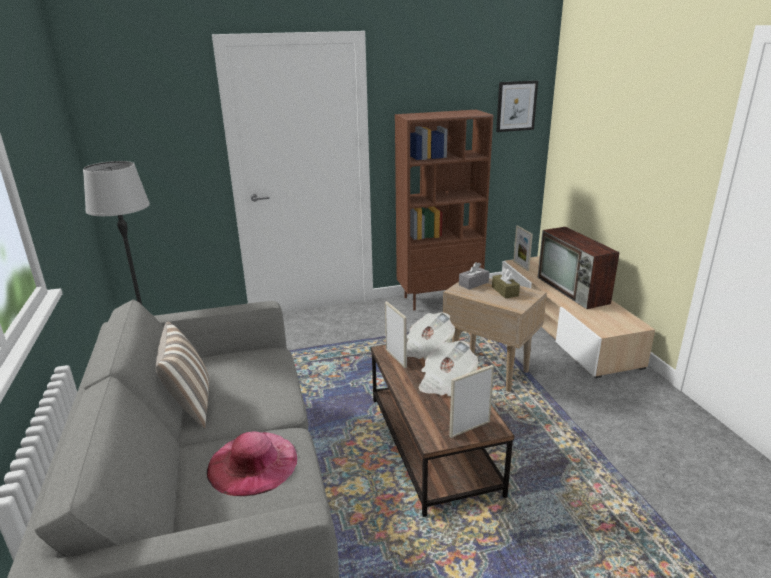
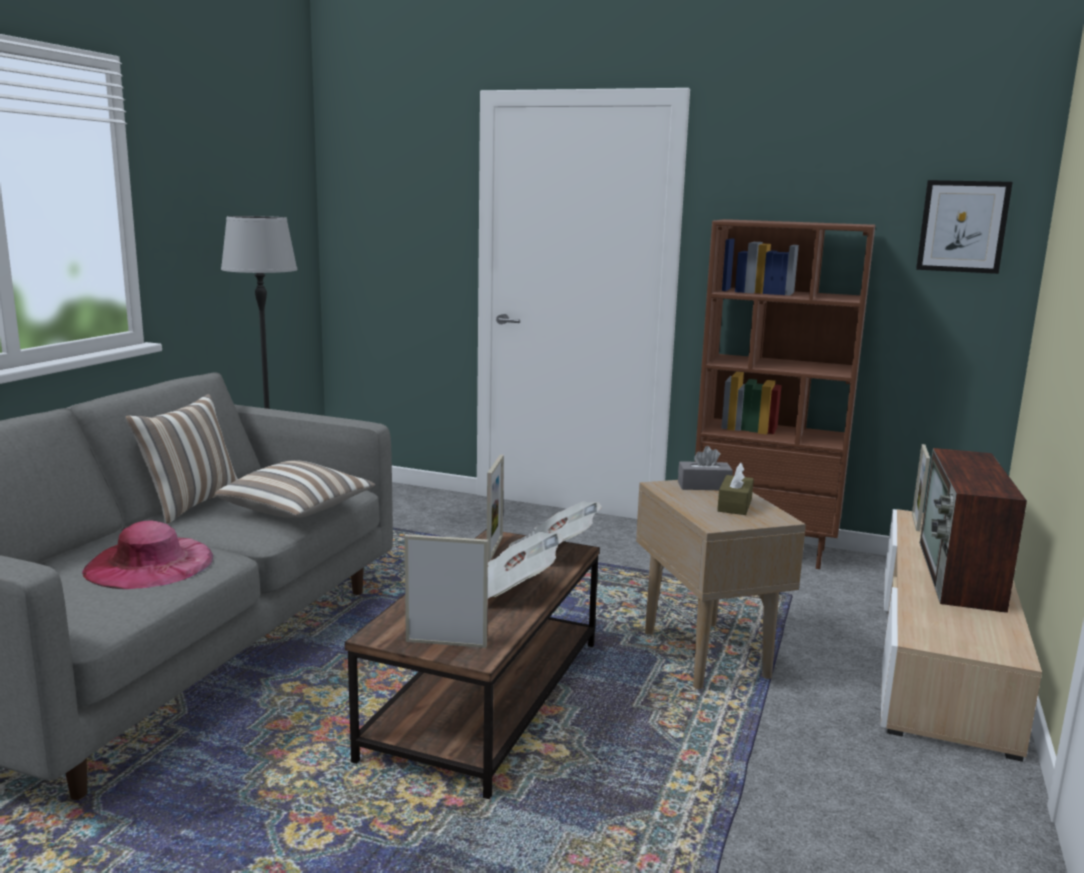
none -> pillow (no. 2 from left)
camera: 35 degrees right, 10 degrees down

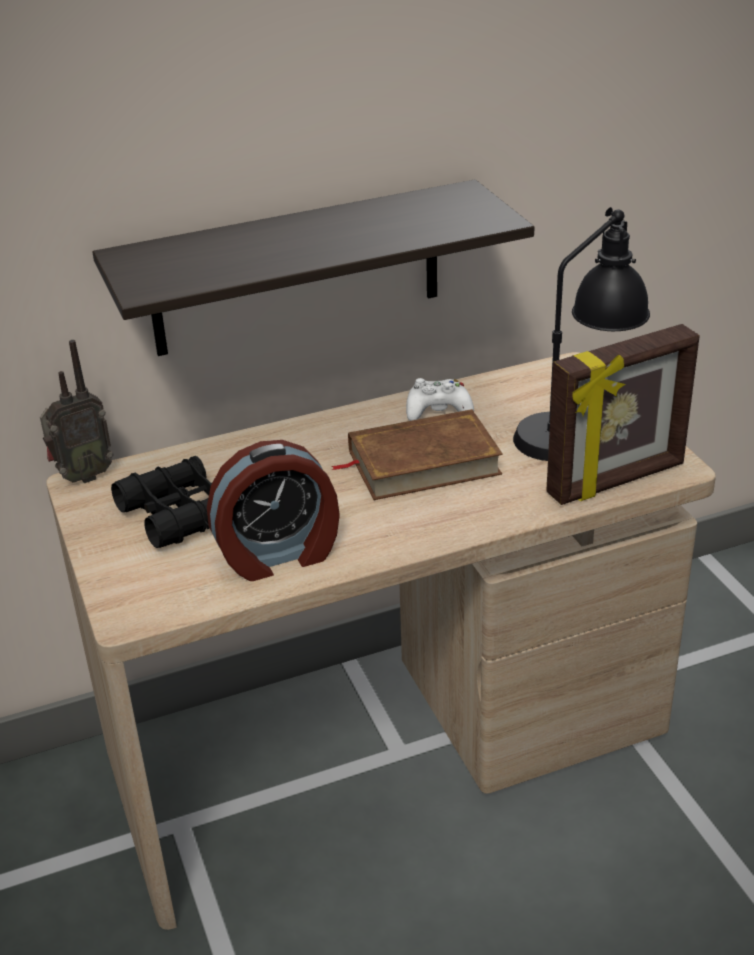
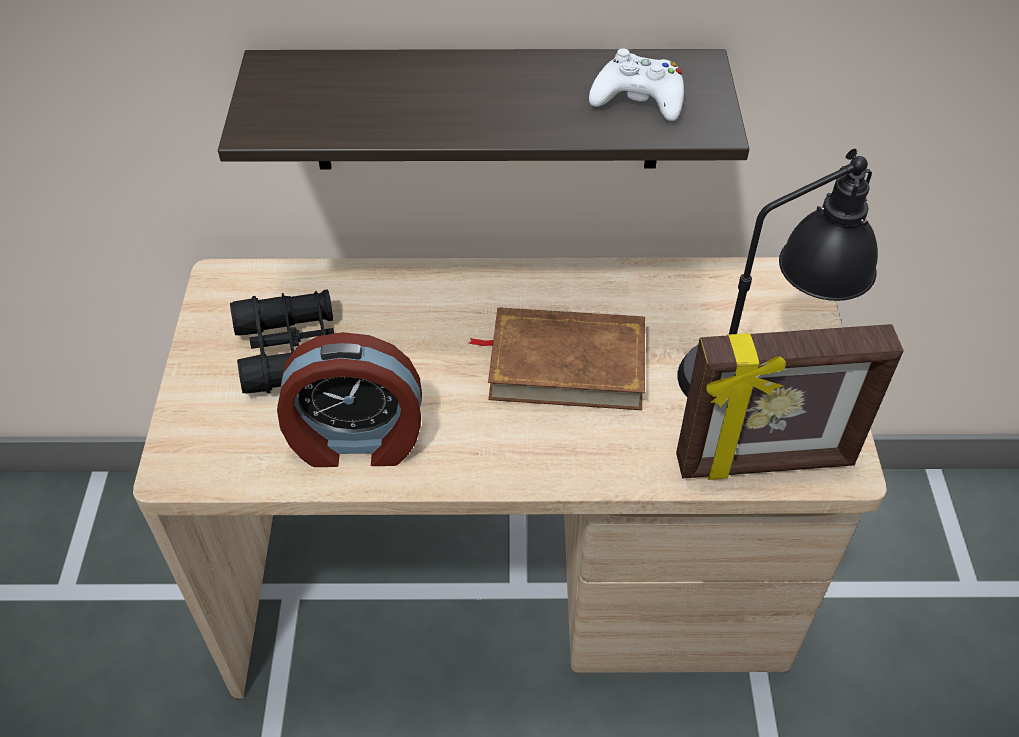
radio -> none
white game controller, shifted
camera: 20 degrees right, 15 degrees up

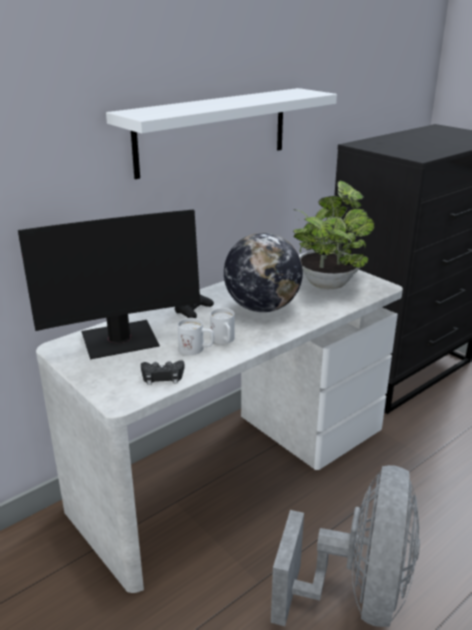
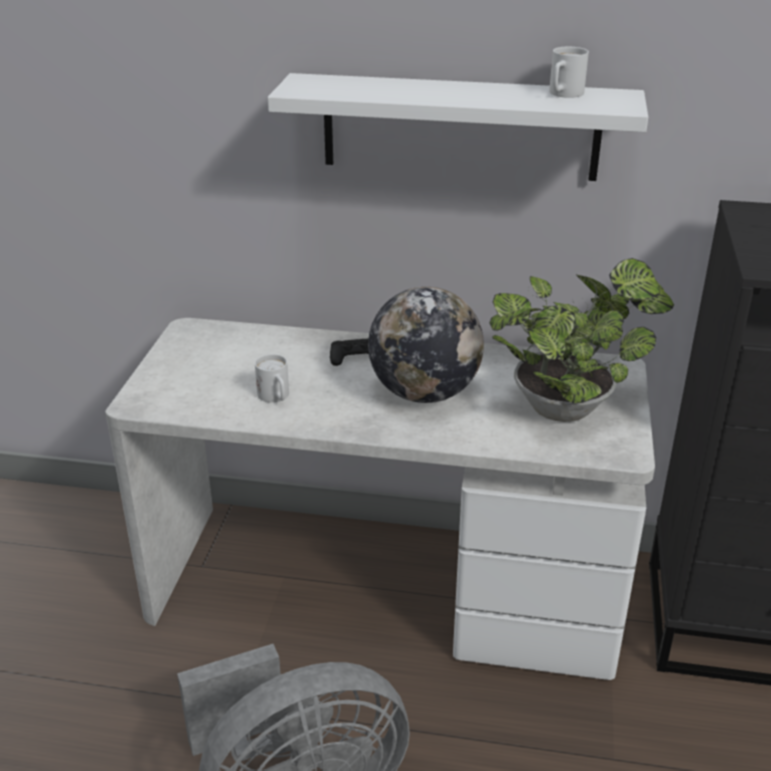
monitor -> none
white mug (no. 2 from left), shifted
black game controller (no. 1 from left) -> none
camera: 50 degrees right, 5 degrees up

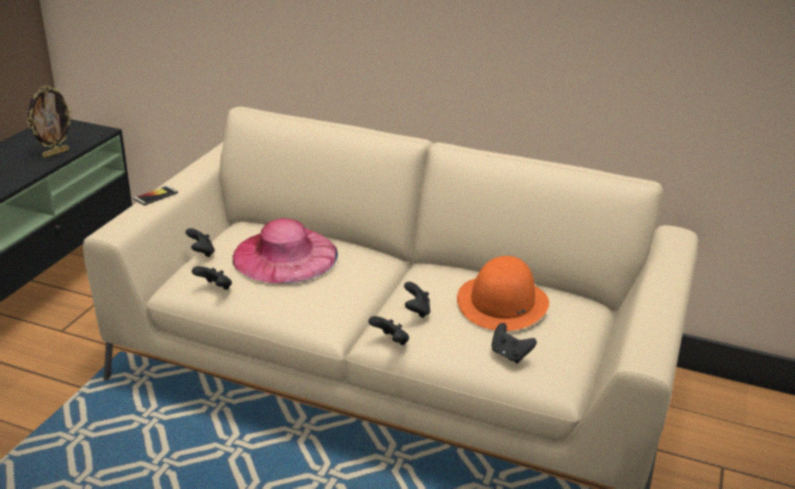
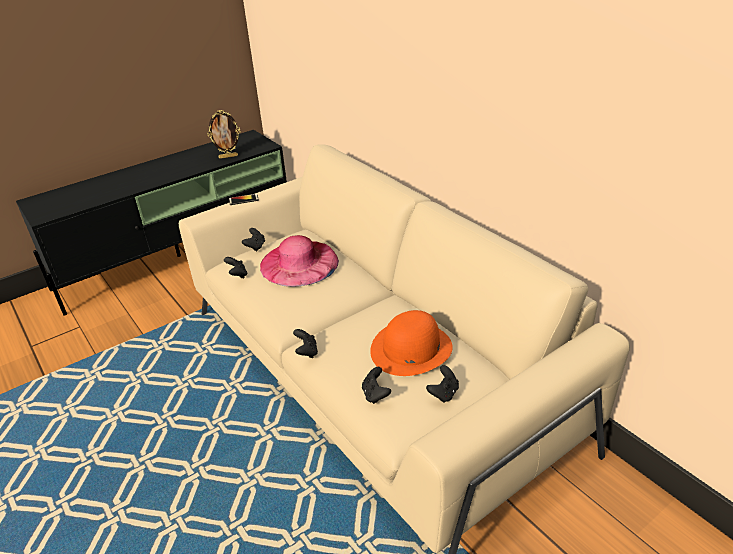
black game controller (no. 4 from left in the first image) -> black game controller (no. 5 from left), shifted
camera: 35 degrees right, 5 degrees up

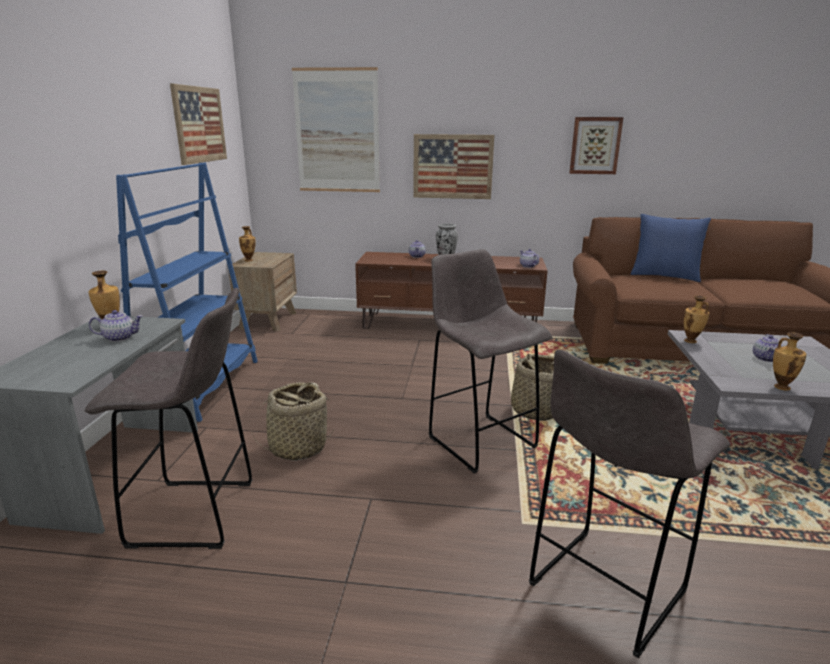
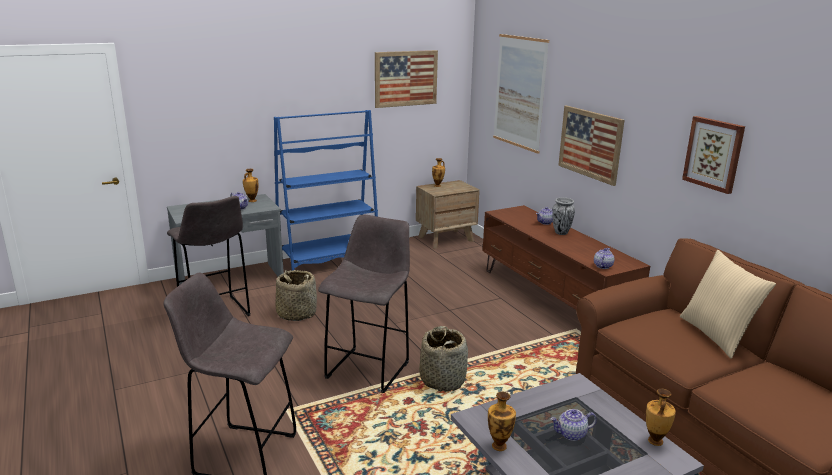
blue pillow -> beige pillow
vase (no. 4 from left in the first image) -> vase (no. 5 from left), shifted
camera: 55 degrees right, 0 degrees up

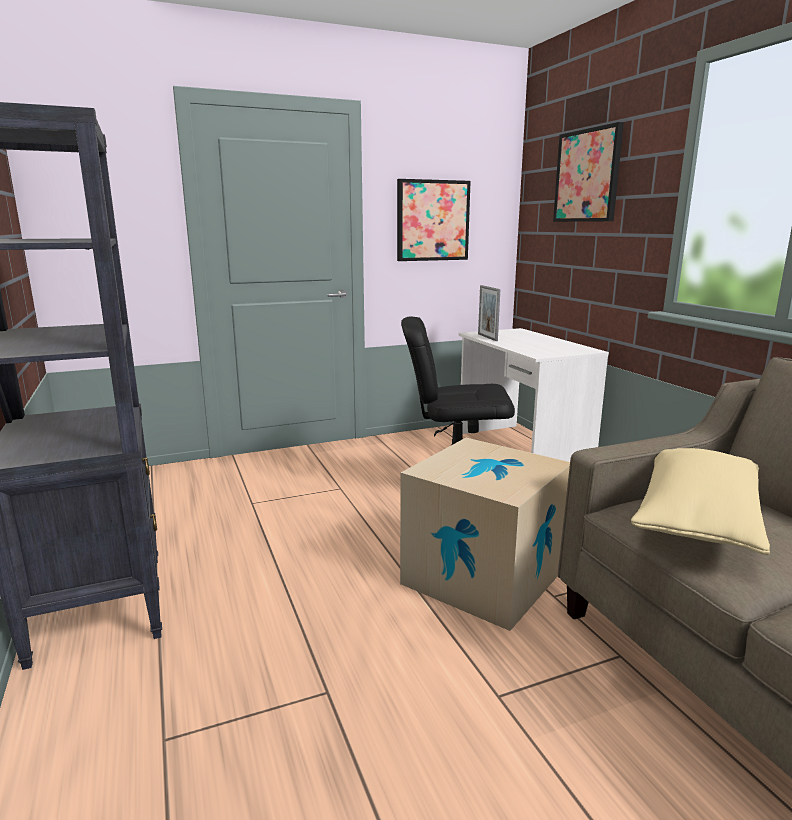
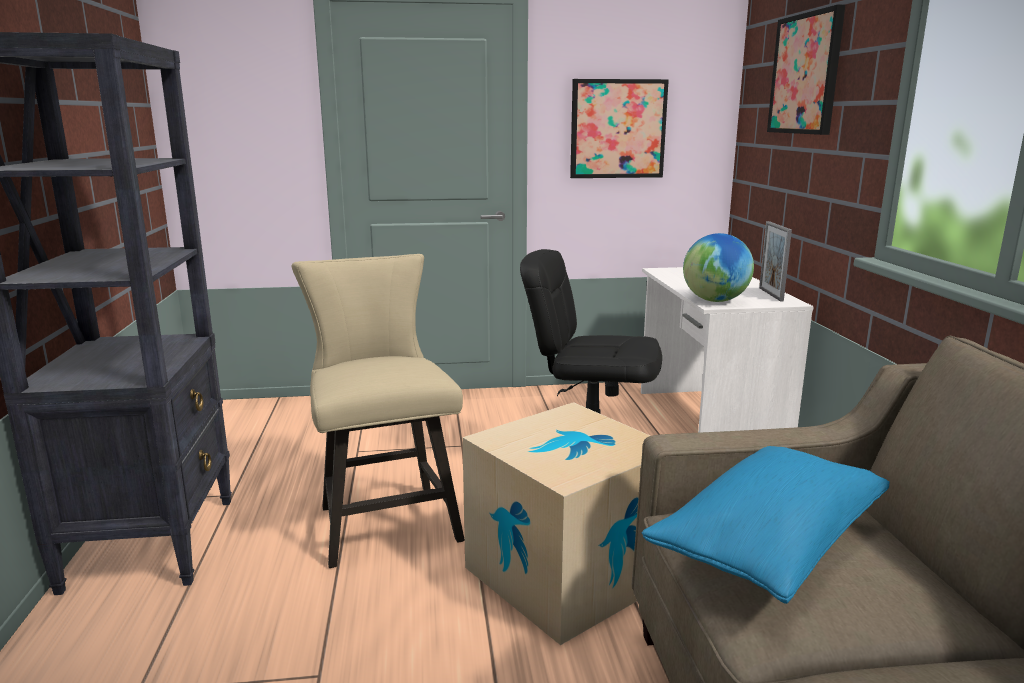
picture frame, shifted
beige pillow -> blue pillow
none -> globe
none -> beige chair
camera: 15 degrees right, 0 degrees up

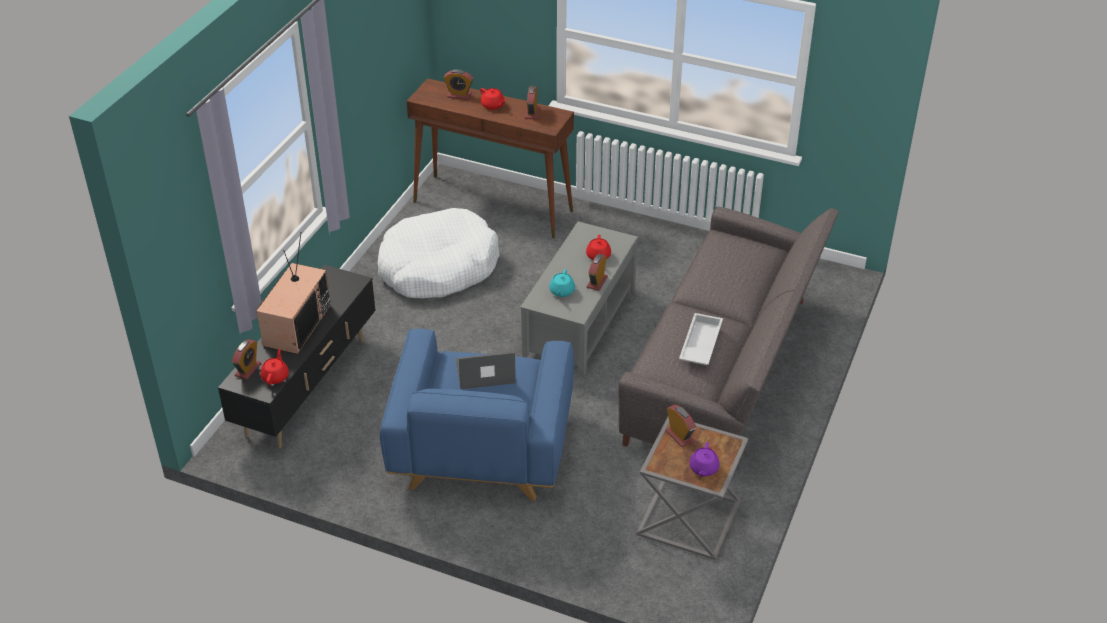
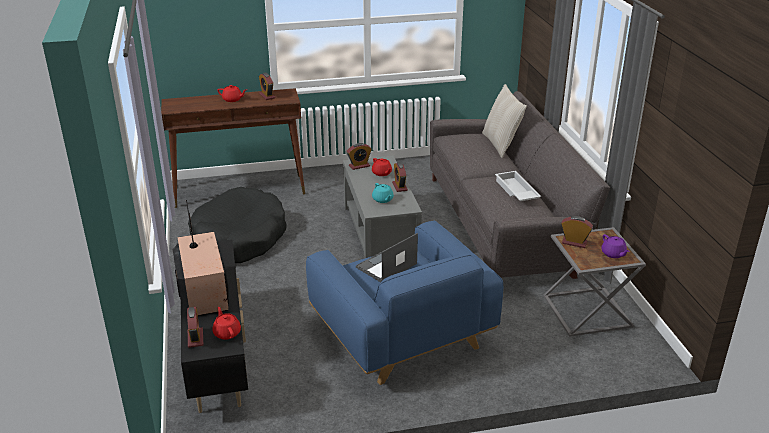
alarm clock (no. 2 from left in the first image) -> alarm clock (no. 3 from left), shifted
white dog bed -> black dog bed
none -> beige pillow
camera: 35 degrees left, 10 degrees down

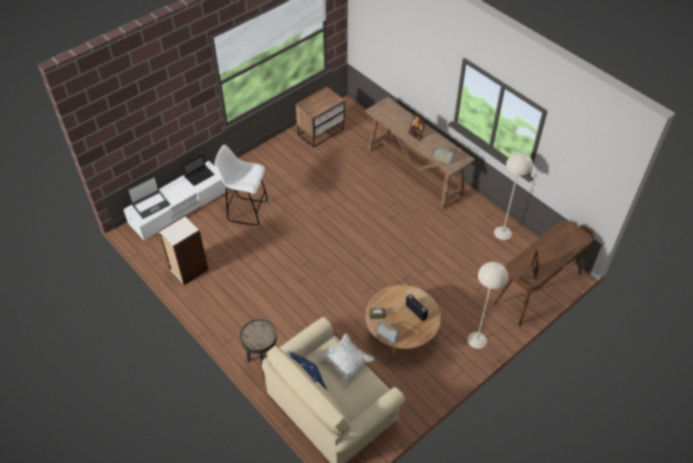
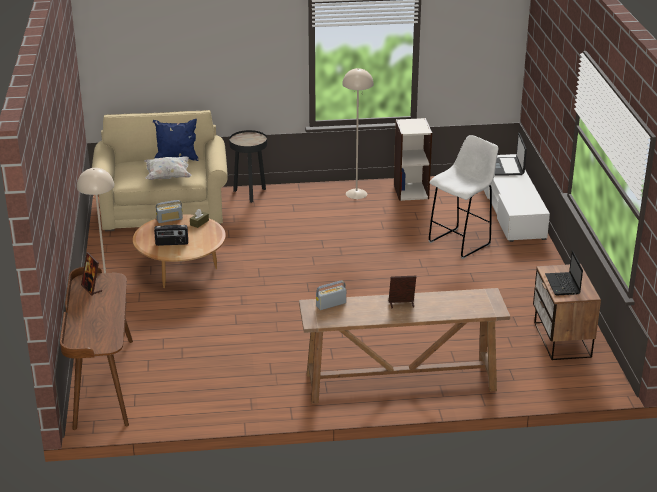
beige floor lamp (no. 2 from left), shifted
laptop (no. 2 from left), shifted
camera: 125 degrees right, 20 degrees down

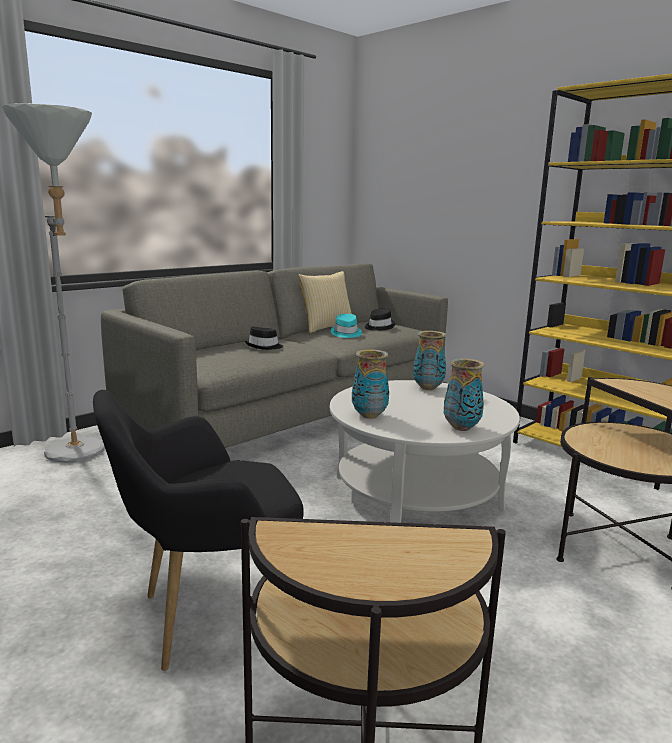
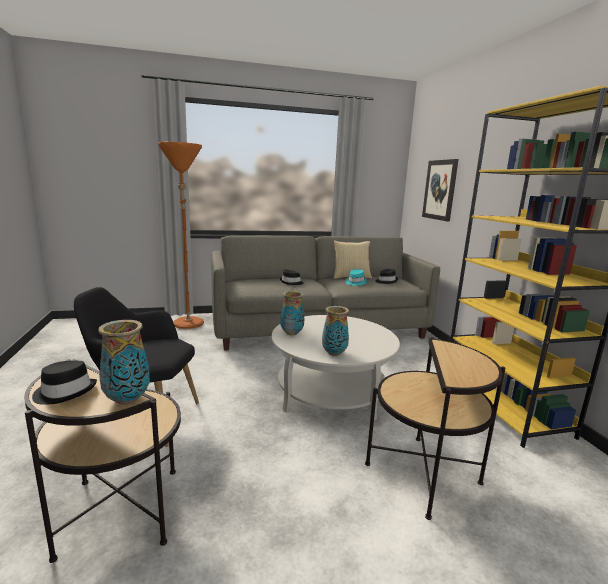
grey floor lamp -> orange floor lamp
vase (no. 2 from left in the first image) -> vase (no. 1 from left), shifted
none -> picture
none -> black hat (no. 1 from left)
camera: 30 degrees right, 0 degrees up

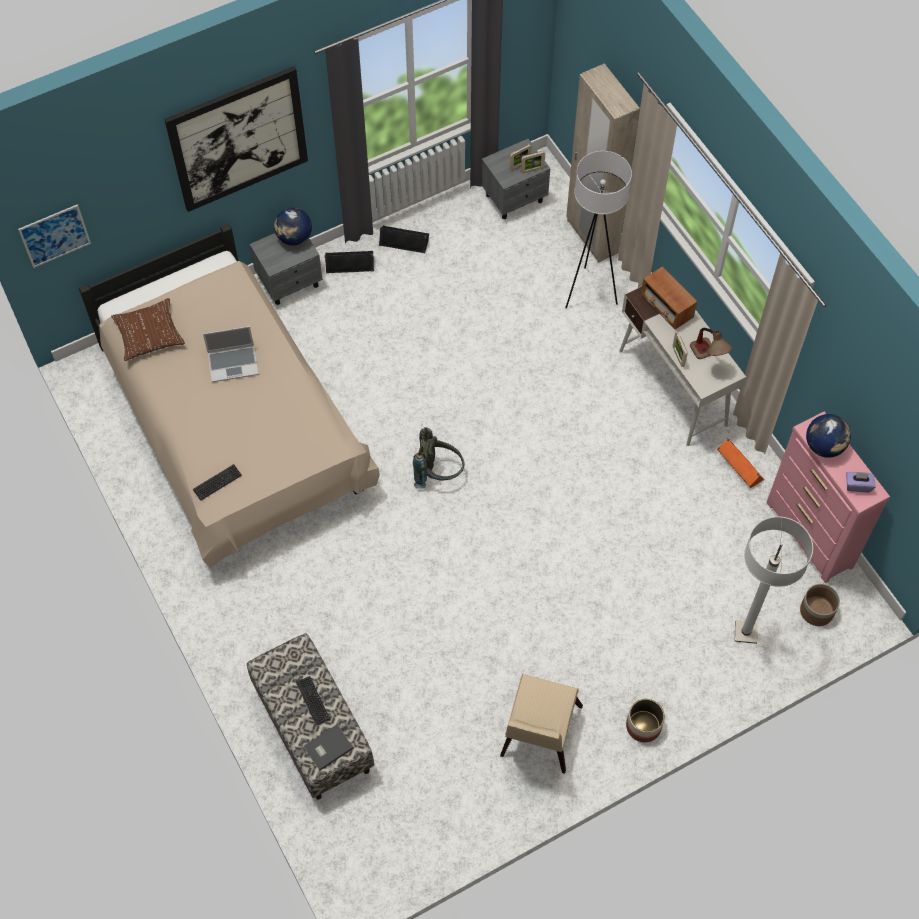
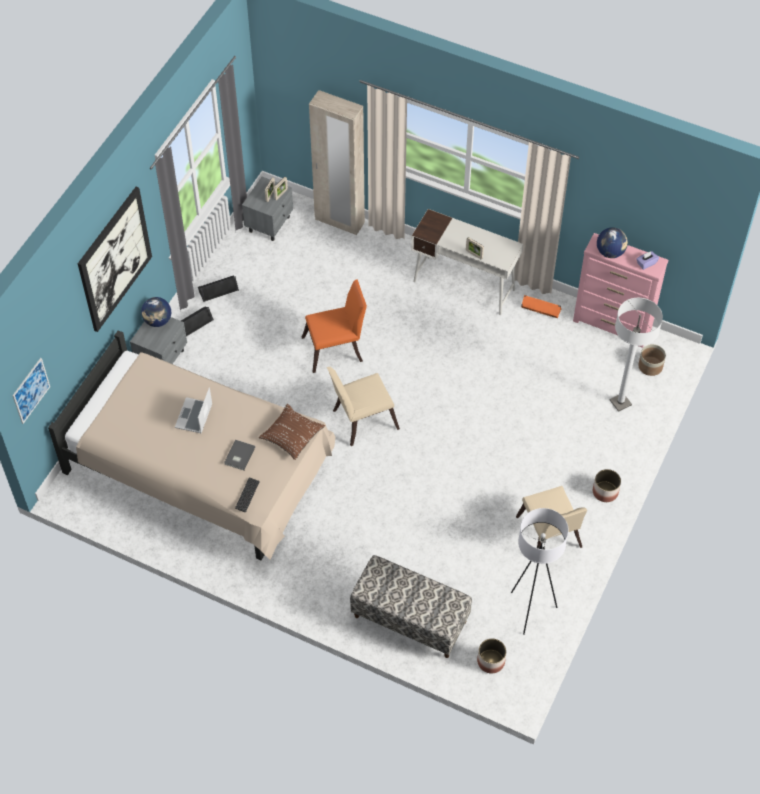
white floor lamp (no. 1 from left), shifted
radio -> none
brown pillow, shifted
laptop, 150 degrees clockwise
table lamp -> none
grey backpack -> beige chair (no. 1 from left)
keyboard (no. 2 from left) -> none
grey book, shifted
none -> orange chair
none -> planter (no. 1 from left)
camera: 35 degrees left, 5 degrees down

